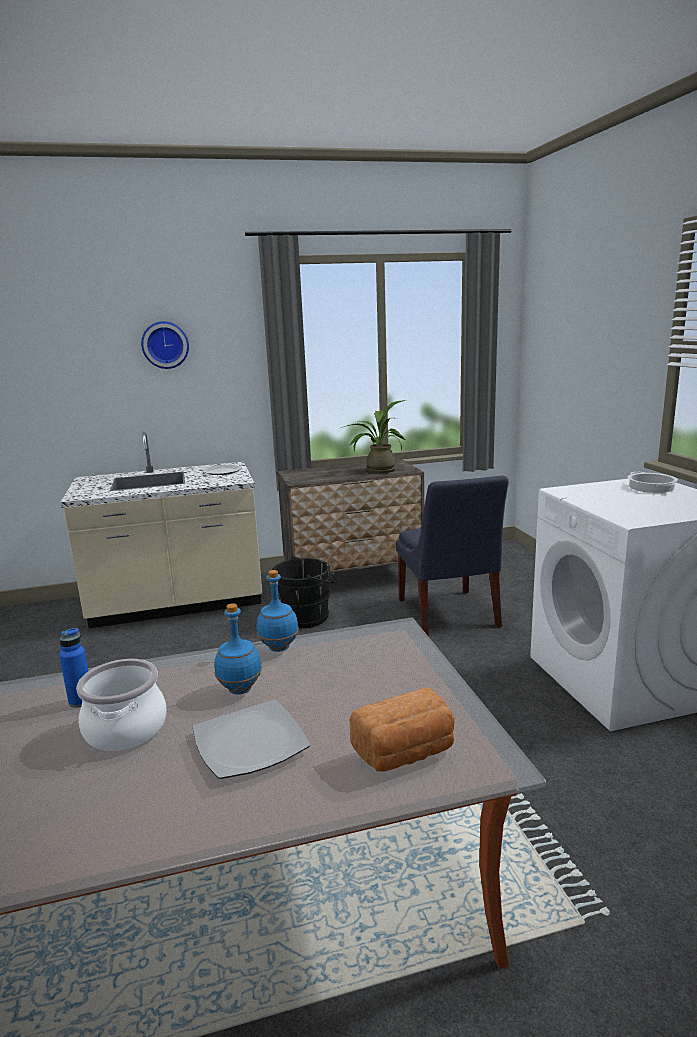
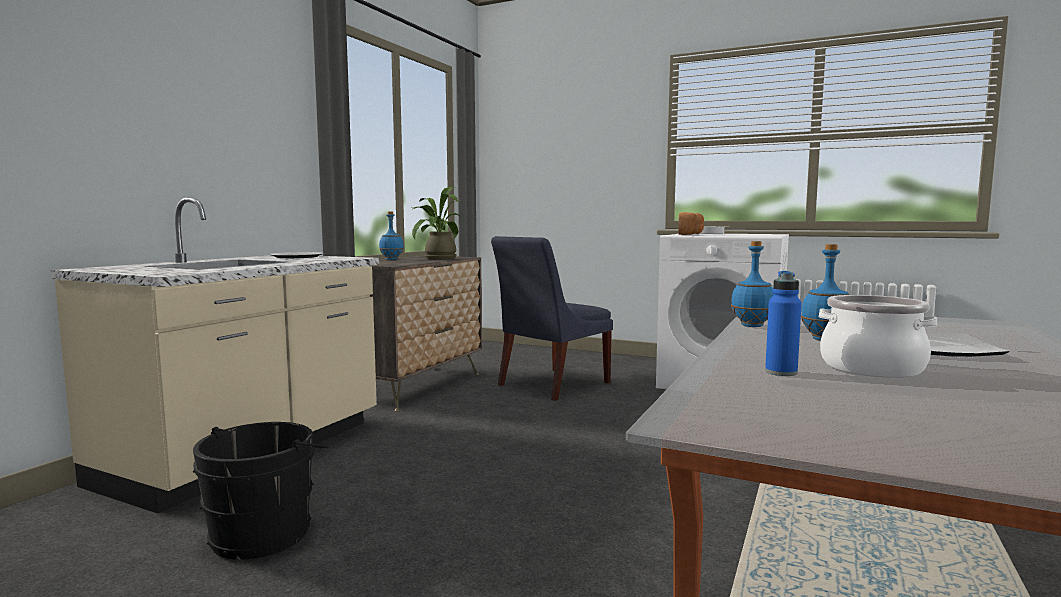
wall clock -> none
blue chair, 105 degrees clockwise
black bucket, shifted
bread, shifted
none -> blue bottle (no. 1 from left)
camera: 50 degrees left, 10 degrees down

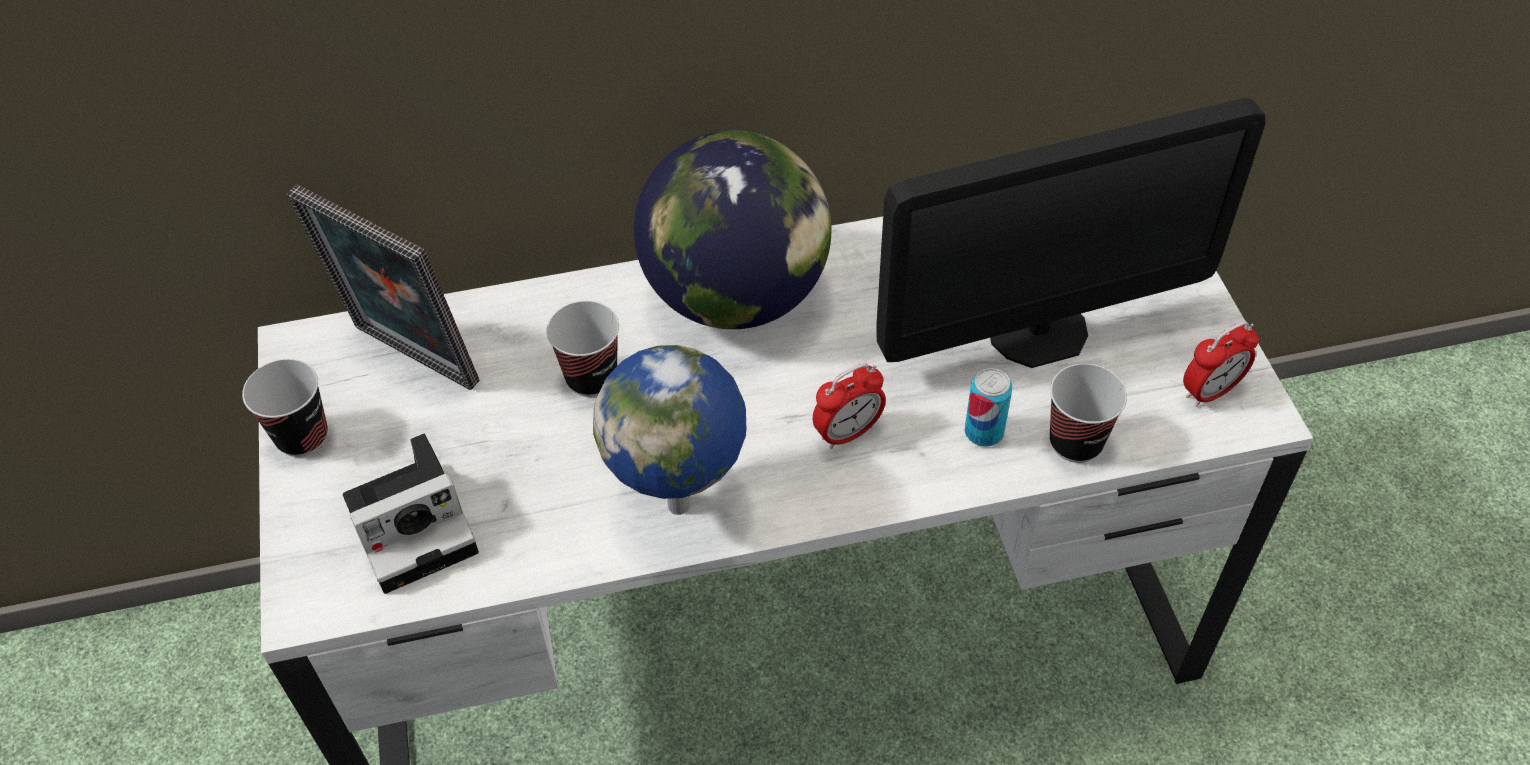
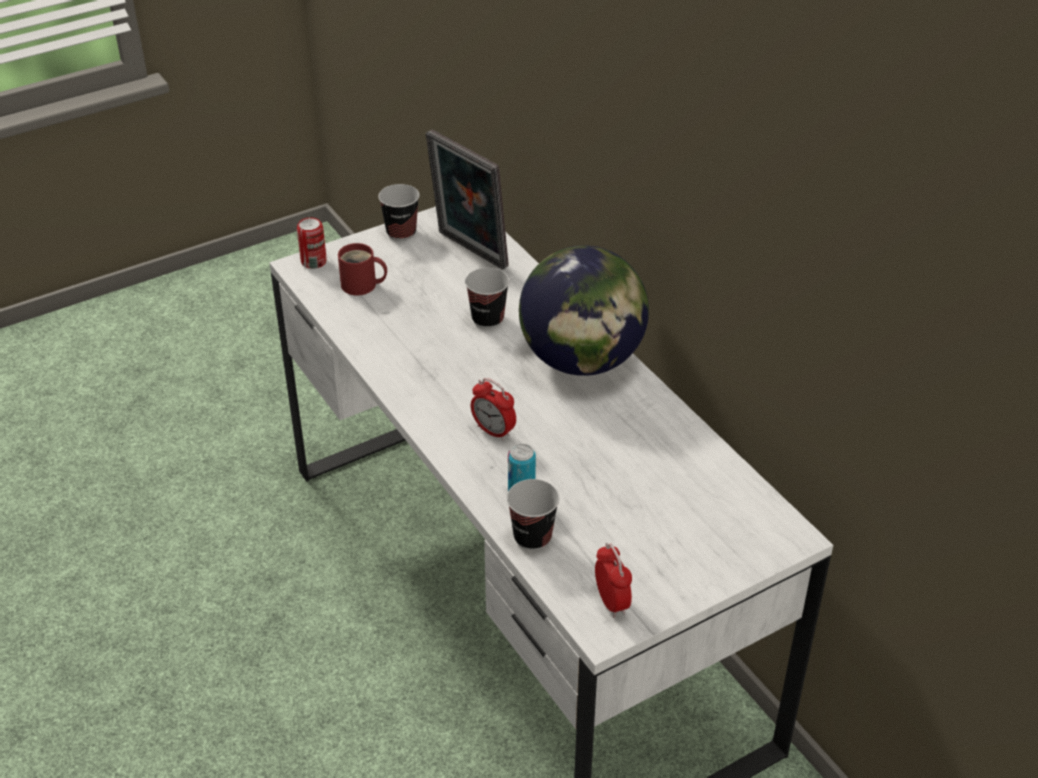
monitor -> none
picture frame, 60 degrees counterclockwise
alarm clock (no. 2 from left), 150 degrees counterclockwise
globe (no. 1 from left) -> none
photo camera -> red mug
none -> can (no. 1 from left)
camera: 70 degrees right, 10 degrees down

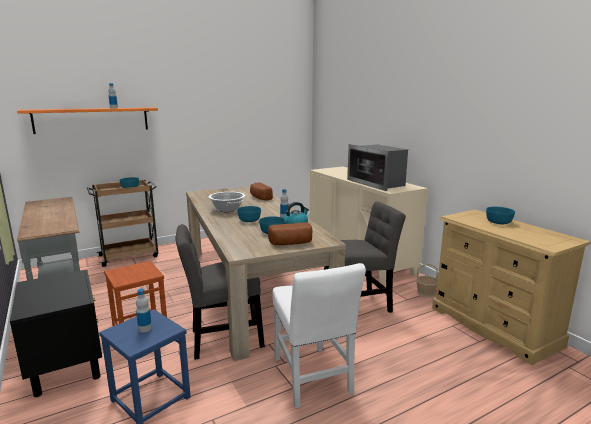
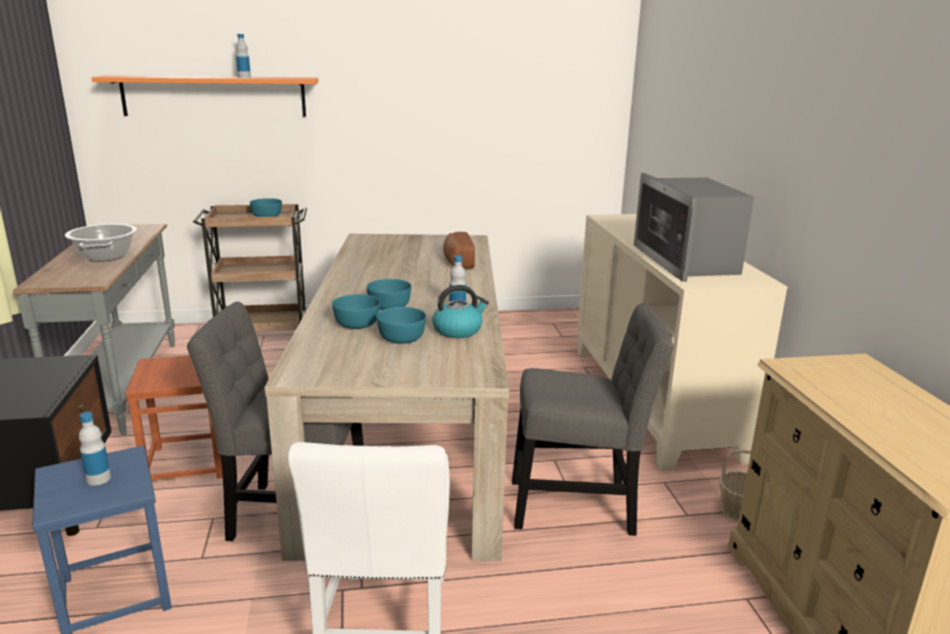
cooking pot, shifted
turquoise bowl (no. 4 from left in the first image) -> turquoise bowl (no. 2 from left), shifted
bread (no. 2 from left) -> none
camera: 20 degrees right, 5 degrees up

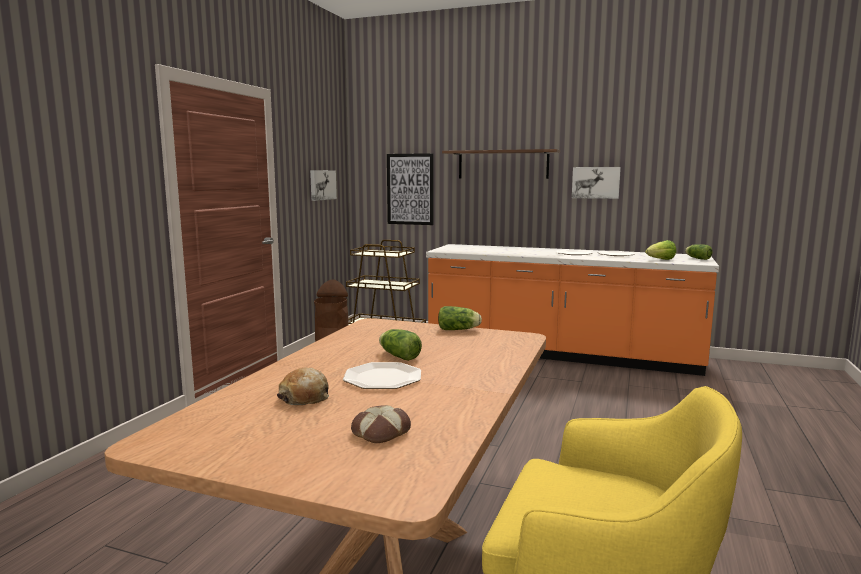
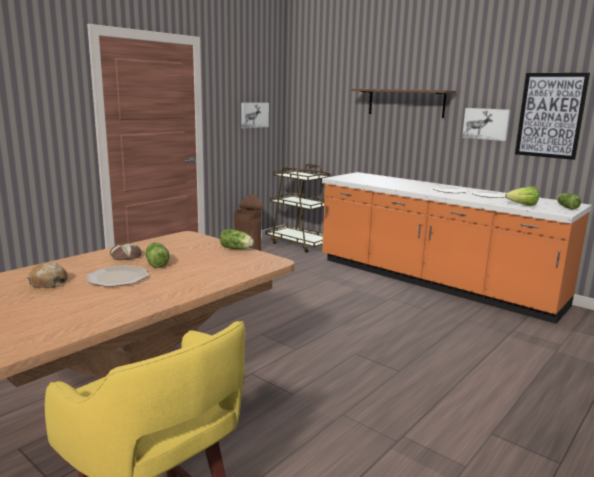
picture (no. 2 from left in the first image) -> picture (no. 3 from left), shifted
bread (no. 2 from left), shifted
camera: 20 degrees right, 5 degrees up

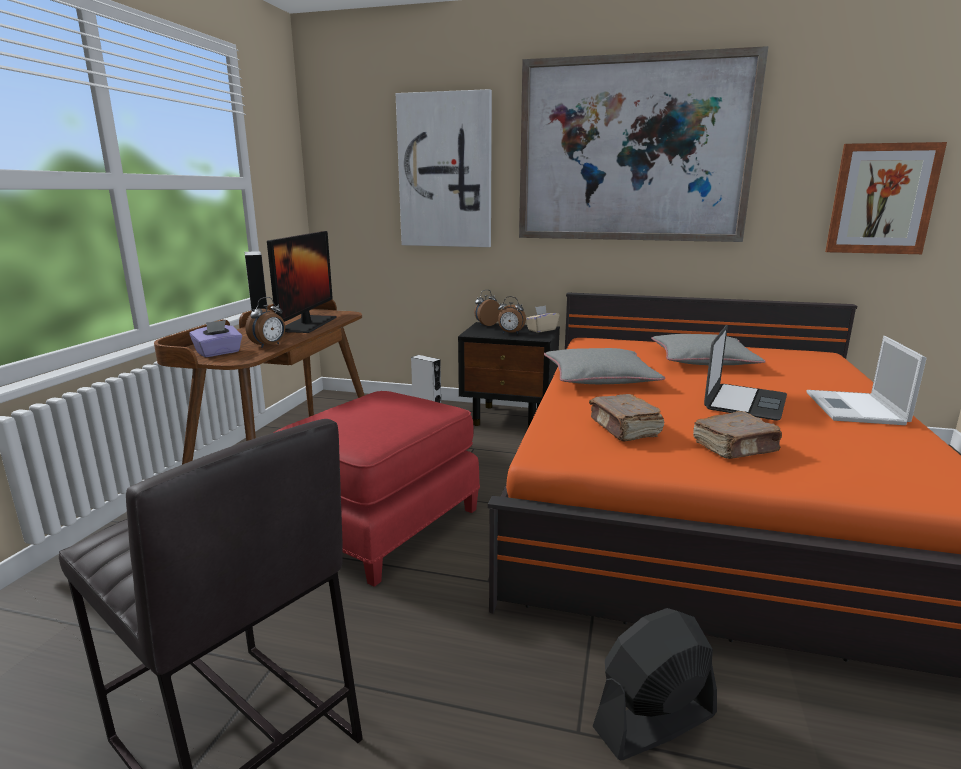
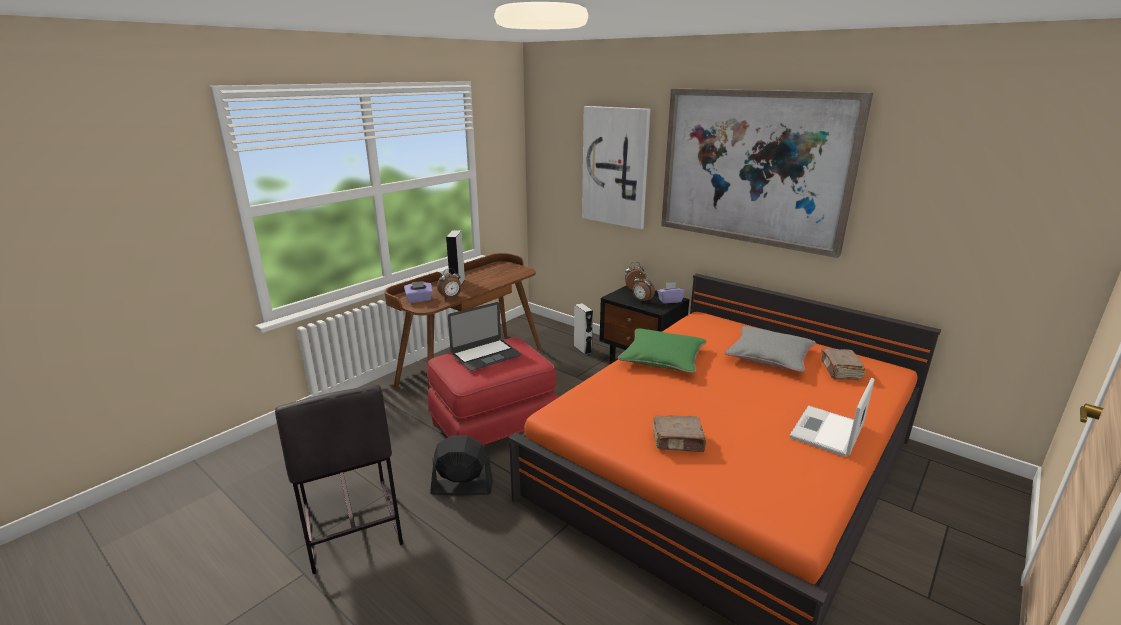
picture (no. 3 from left) -> none
monitor -> none
beige tissue box -> purple tissue box (no. 2 from left)
laptop (no. 1 from left), shifted
grey pillow (no. 1 from left) -> green pillow
brown book (no. 1 from left in the first image) -> brown book (no. 2 from left), shifted
black fan, shifted
camera: 25 degrees right, 5 degrees up

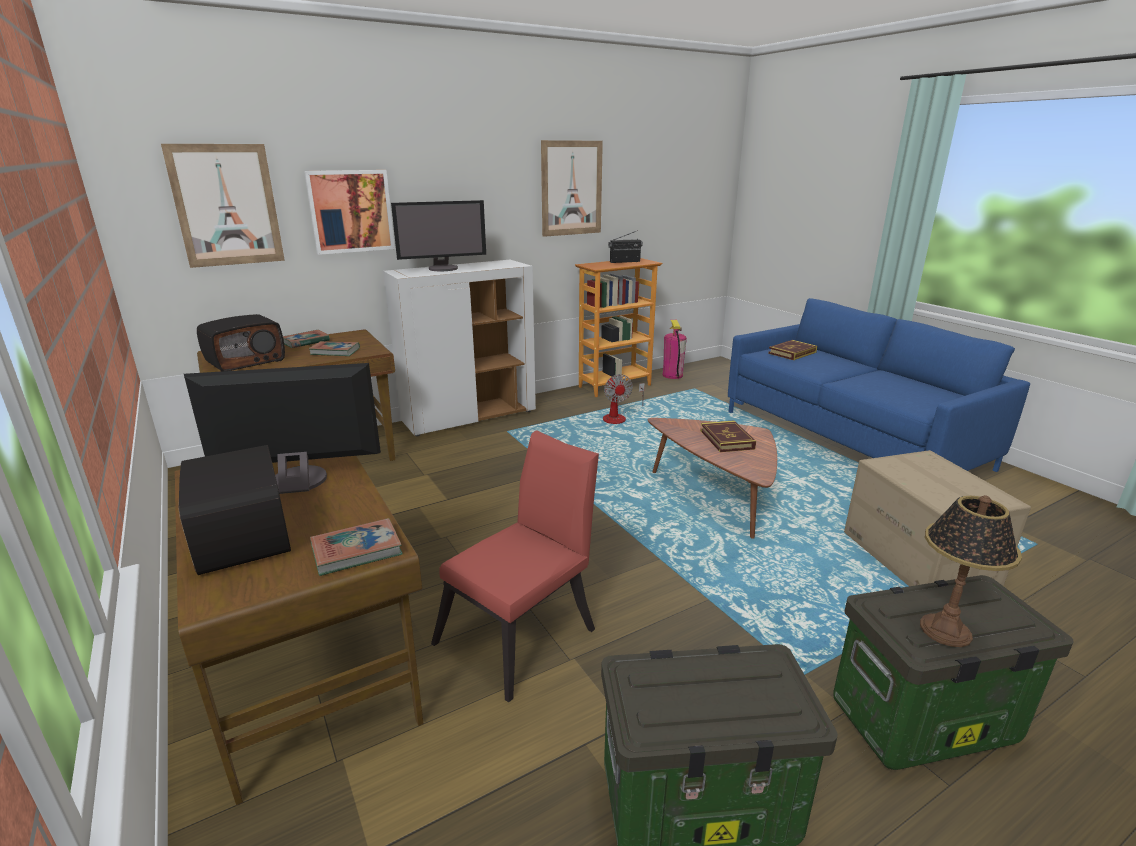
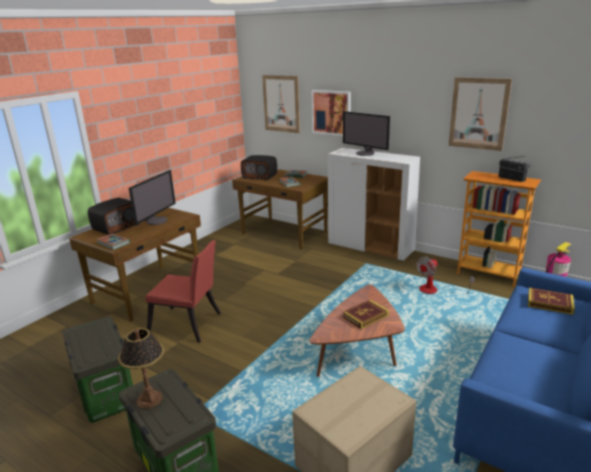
monitor (no. 1 from left), 60 degrees clockwise
camera: 65 degrees right, 0 degrees up

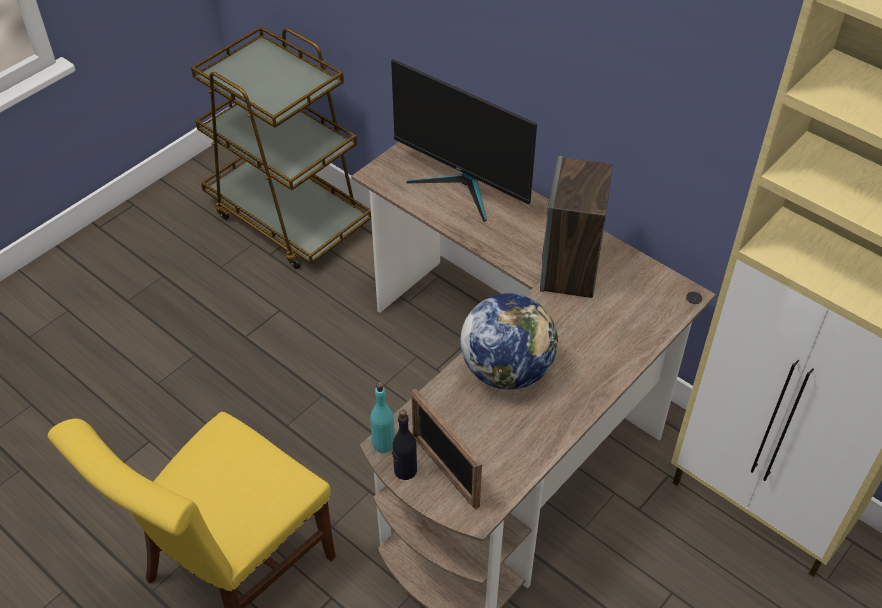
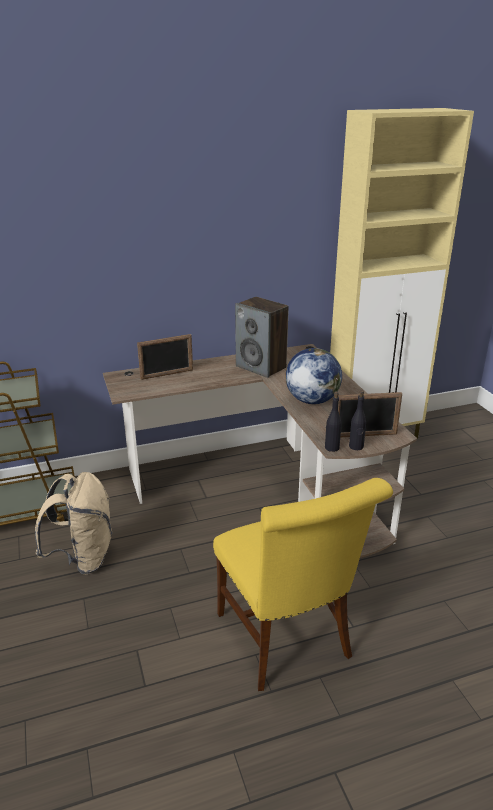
monitor -> picture frame (no. 1 from left)
turquoise bottle -> black bottle (no. 1 from left)
none -> beige backpack
camera: 60 degrees left, 20 degrees down

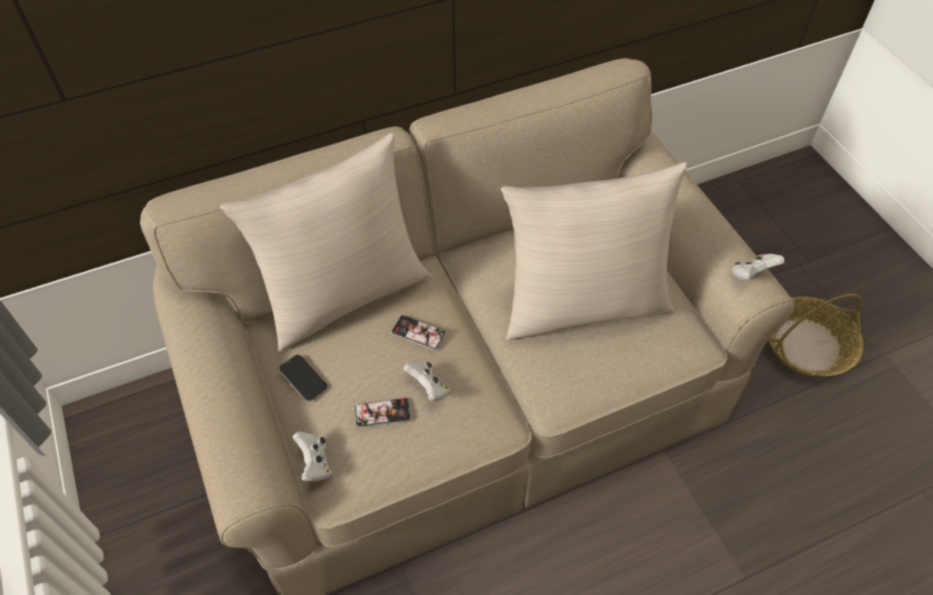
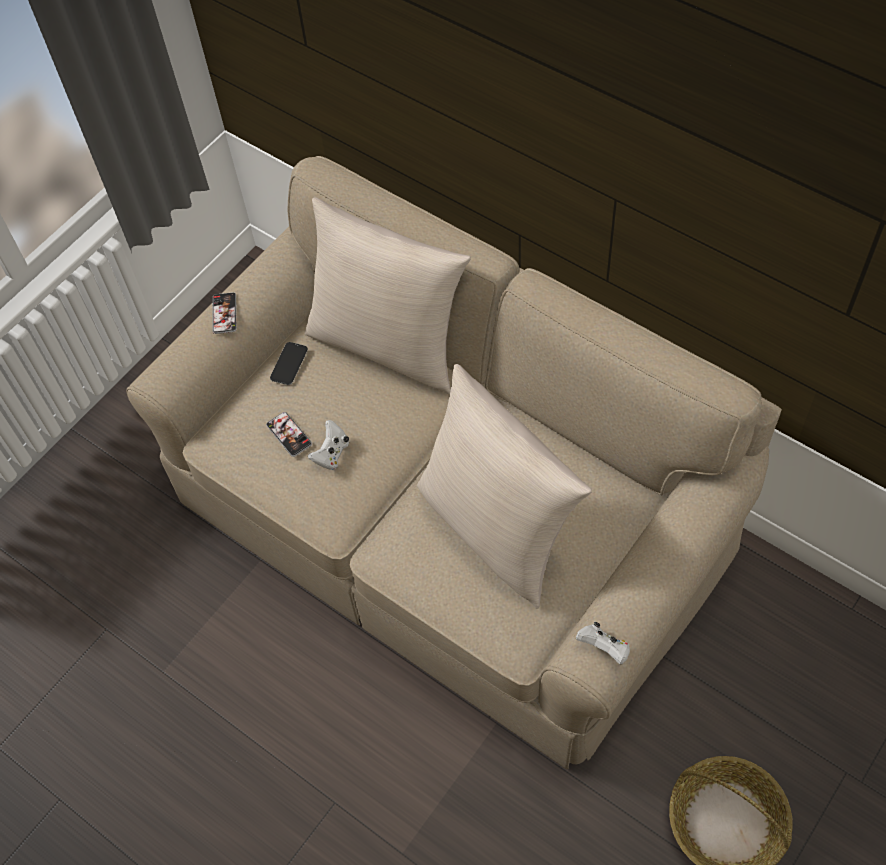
phone (no. 3 from left in the first image) -> phone (no. 1 from left), shifted
white game controller (no. 1 from left) -> none
camera: 65 degrees right, 5 degrees up

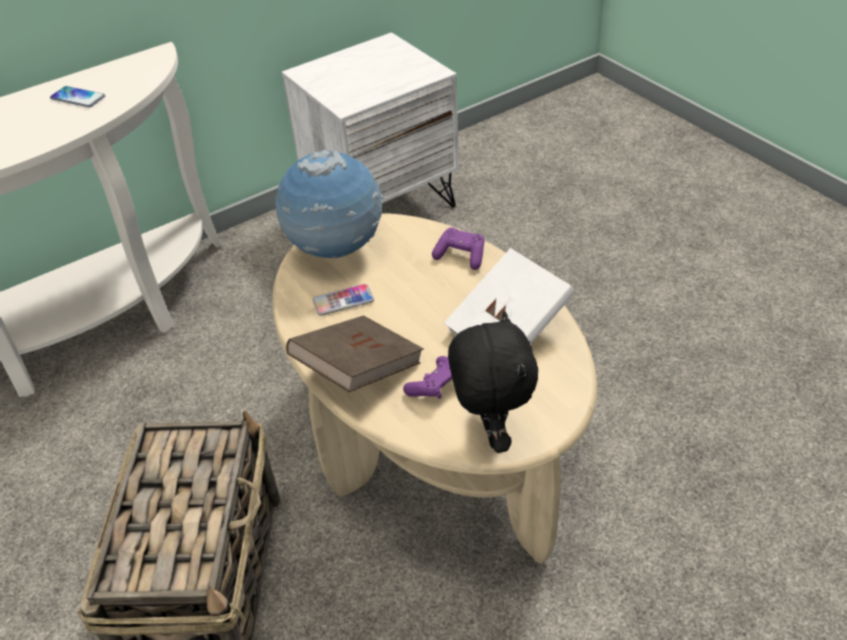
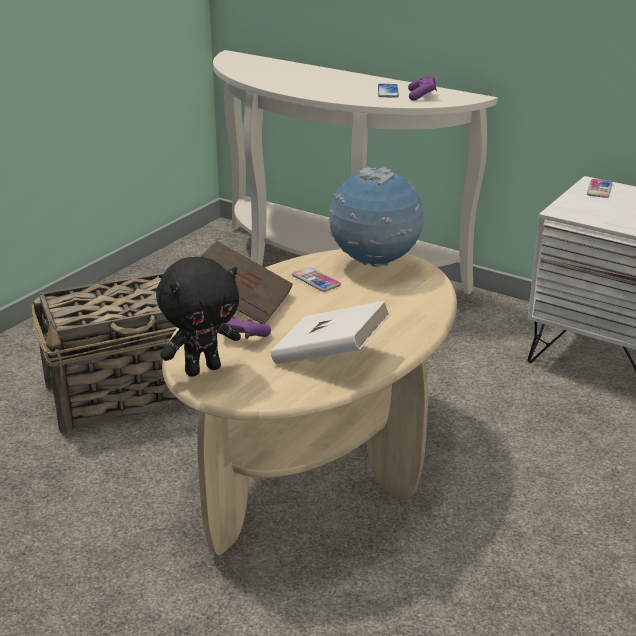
purple game controller (no. 2 from left), shifted
none -> phone (no. 3 from left)
camera: 65 degrees right, 15 degrees down

